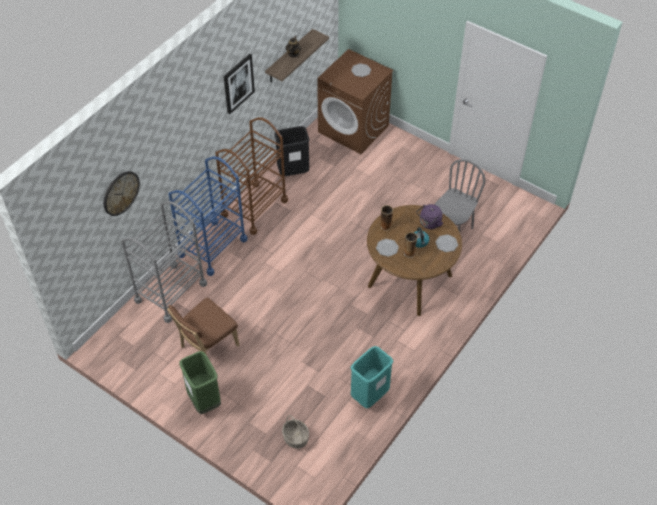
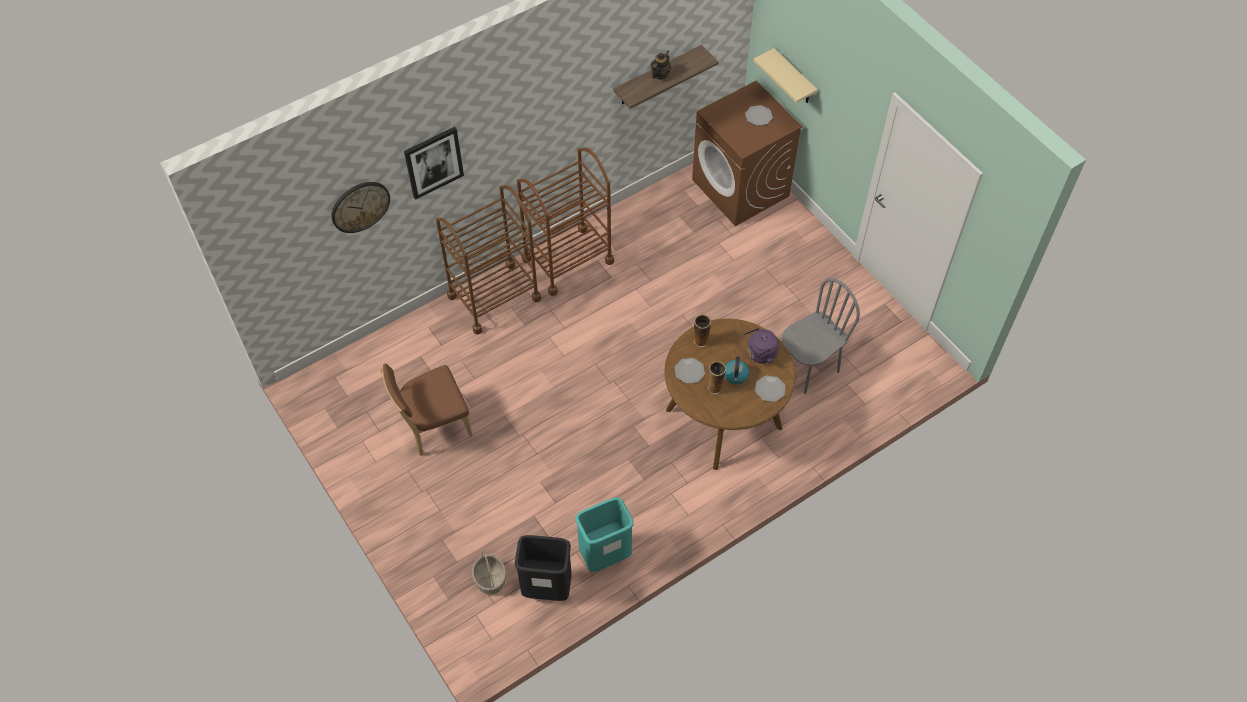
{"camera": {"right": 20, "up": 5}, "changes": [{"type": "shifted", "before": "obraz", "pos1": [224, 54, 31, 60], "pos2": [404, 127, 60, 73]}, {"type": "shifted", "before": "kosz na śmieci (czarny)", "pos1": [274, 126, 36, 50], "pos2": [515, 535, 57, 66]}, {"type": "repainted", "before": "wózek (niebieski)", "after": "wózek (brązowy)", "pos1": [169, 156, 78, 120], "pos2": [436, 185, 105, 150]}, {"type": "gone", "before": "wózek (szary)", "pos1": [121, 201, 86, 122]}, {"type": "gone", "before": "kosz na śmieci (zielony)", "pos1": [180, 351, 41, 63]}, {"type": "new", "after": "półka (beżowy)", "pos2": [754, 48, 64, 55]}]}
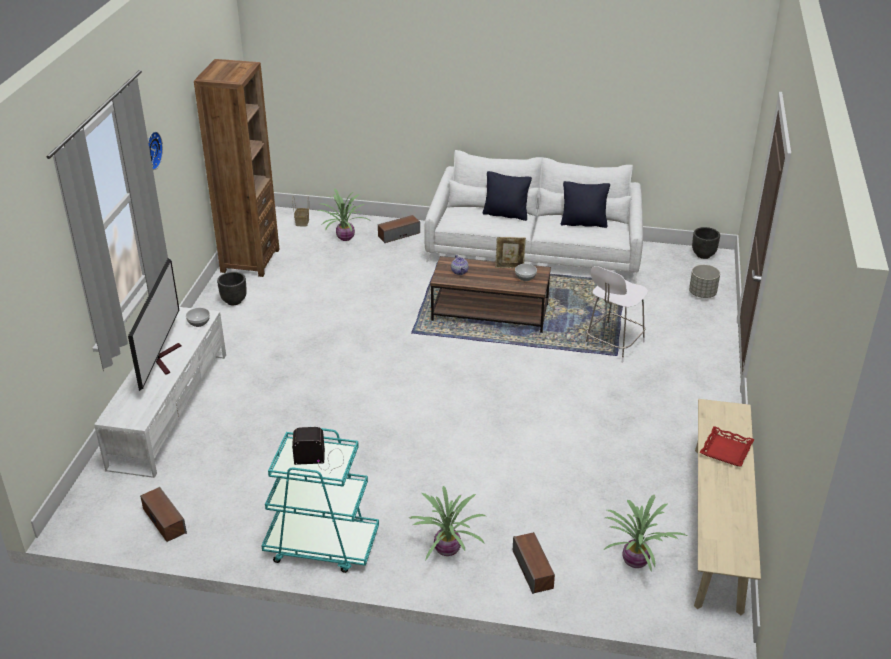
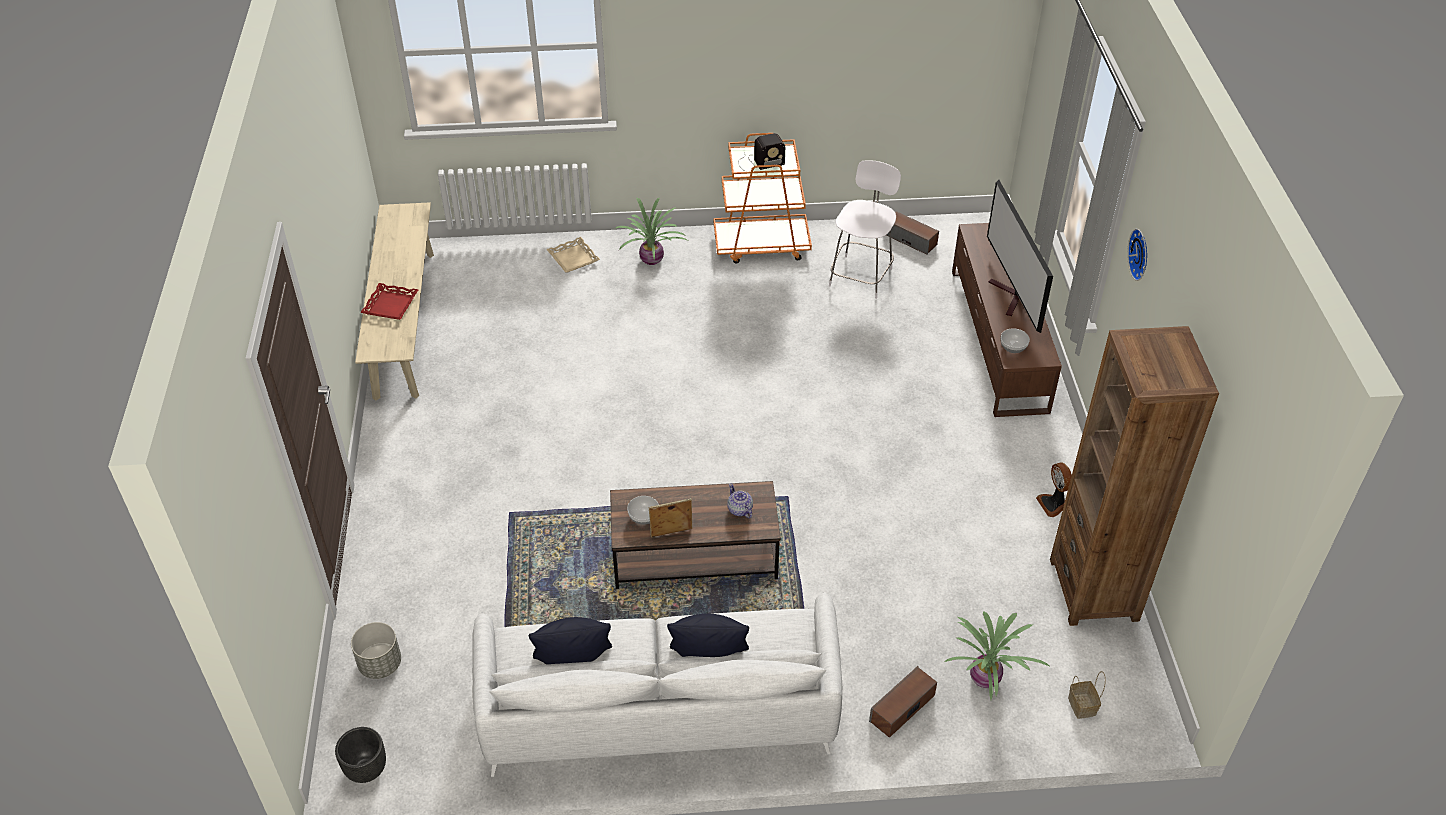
{"camera": {"right": 165, "up": 10}, "changes": [{"type": "shifted", "before": "stołek (biały)", "pos1": [585, 266, 63, 97], "pos2": [829, 160, 72, 139]}, {"type": "swapped", "before": "donica (czarny)", "after": "wentylator", "pos1": [217, 272, 30, 33], "pos2": [1036, 463, 36, 54]}, {"type": "repainted", "before": "szafka pod telewizor (biały)", "after": "szafka pod telewizor (brązowy)", "pos1": [94, 307, 132, 171], "pos2": [952, 223, 110, 194]}, {"type": "repainted", "before": "wózek (turkusowy)", "after": "wózek (pomarańczowy)", "pos1": [261, 428, 118, 145], "pos2": [714, 133, 98, 130]}, {"type": "gone", "before": "roślina doniczkowa", "pos1": [604, 494, 83, 78]}, {"type": "swapped", "before": "głośnik", "after": "taca (beżowy)", "pos1": [513, 532, 42, 62], "pos2": [546, 237, 54, 35]}]}
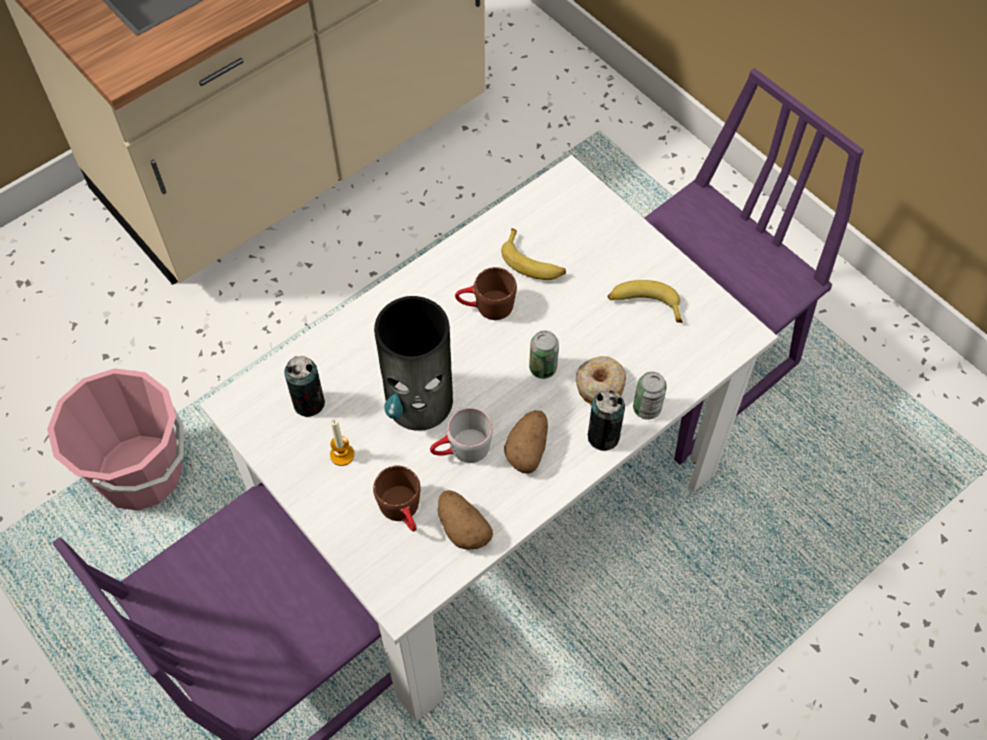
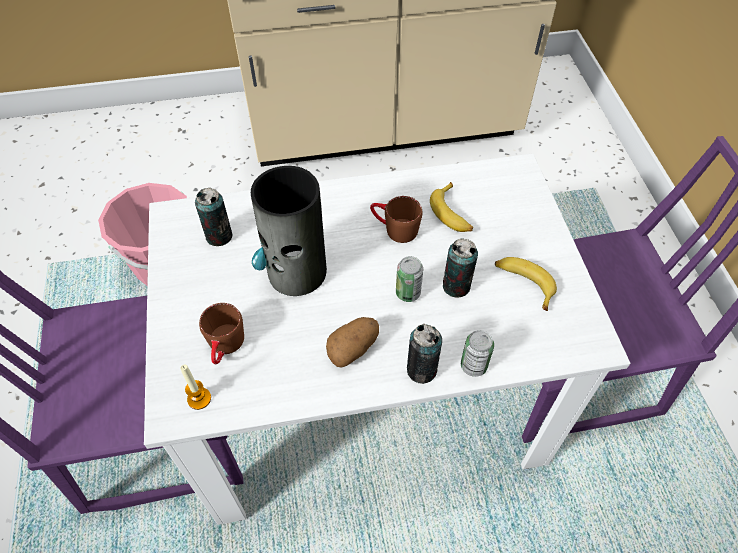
{"camera": {"right": 30, "up": -5}, "changes": [{"type": "gone", "before": "donut", "pos1": [576, 356, 50, 49]}, {"type": "gone", "before": "kubek (szary)", "pos1": [430, 408, 63, 55]}, {"type": "shifted", "before": "świeca", "pos1": [330, 419, 24, 47], "pos2": [180, 365, 31, 45]}, {"type": "gone", "before": "ziemniak", "pos1": [438, 490, 55, 60]}, {"type": "new", "after": "puszka", "pos2": [443, 238, 35, 60]}]}
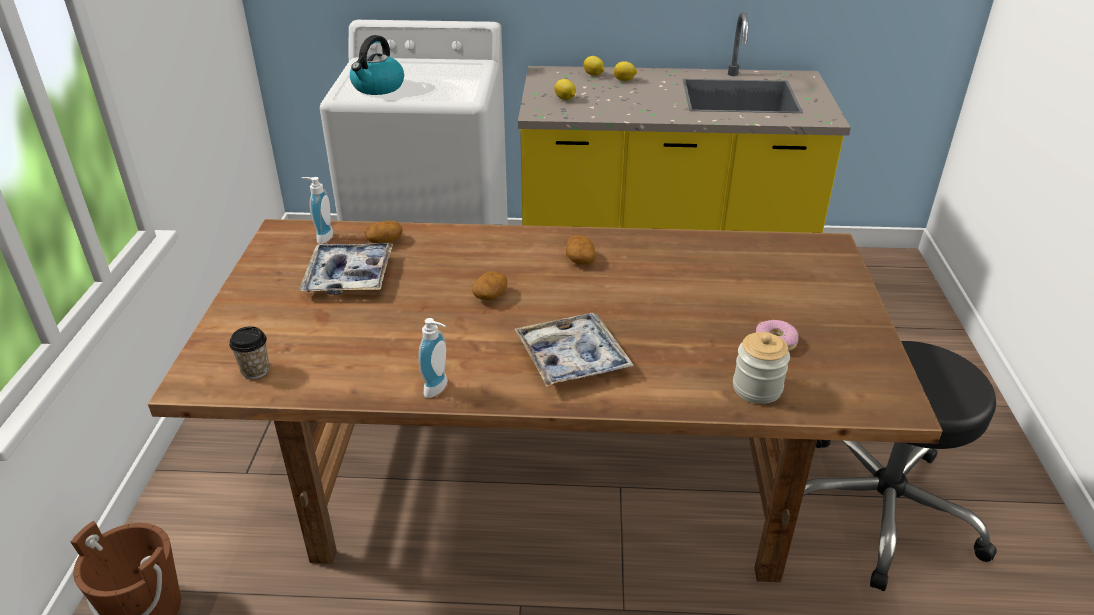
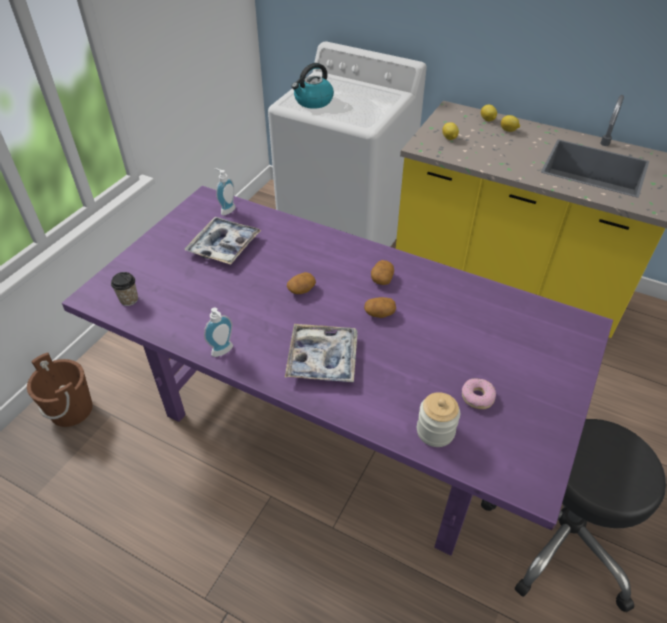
{"camera": {"right": 25, "up": 10}, "changes": [{"type": "repainted", "before": "stół jadalny (brązowy)", "after": "stół jadalny (fioletowy)", "pos1": [148, 219, 795, 363], "pos2": [62, 186, 551, 370]}, {"type": "shifted", "before": "ziemniak", "pos1": [364, 221, 39, 22], "pos2": [364, 297, 32, 21]}]}
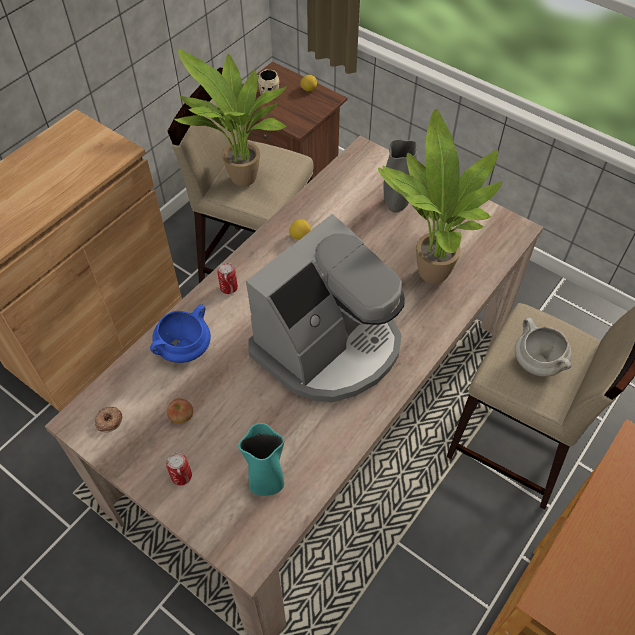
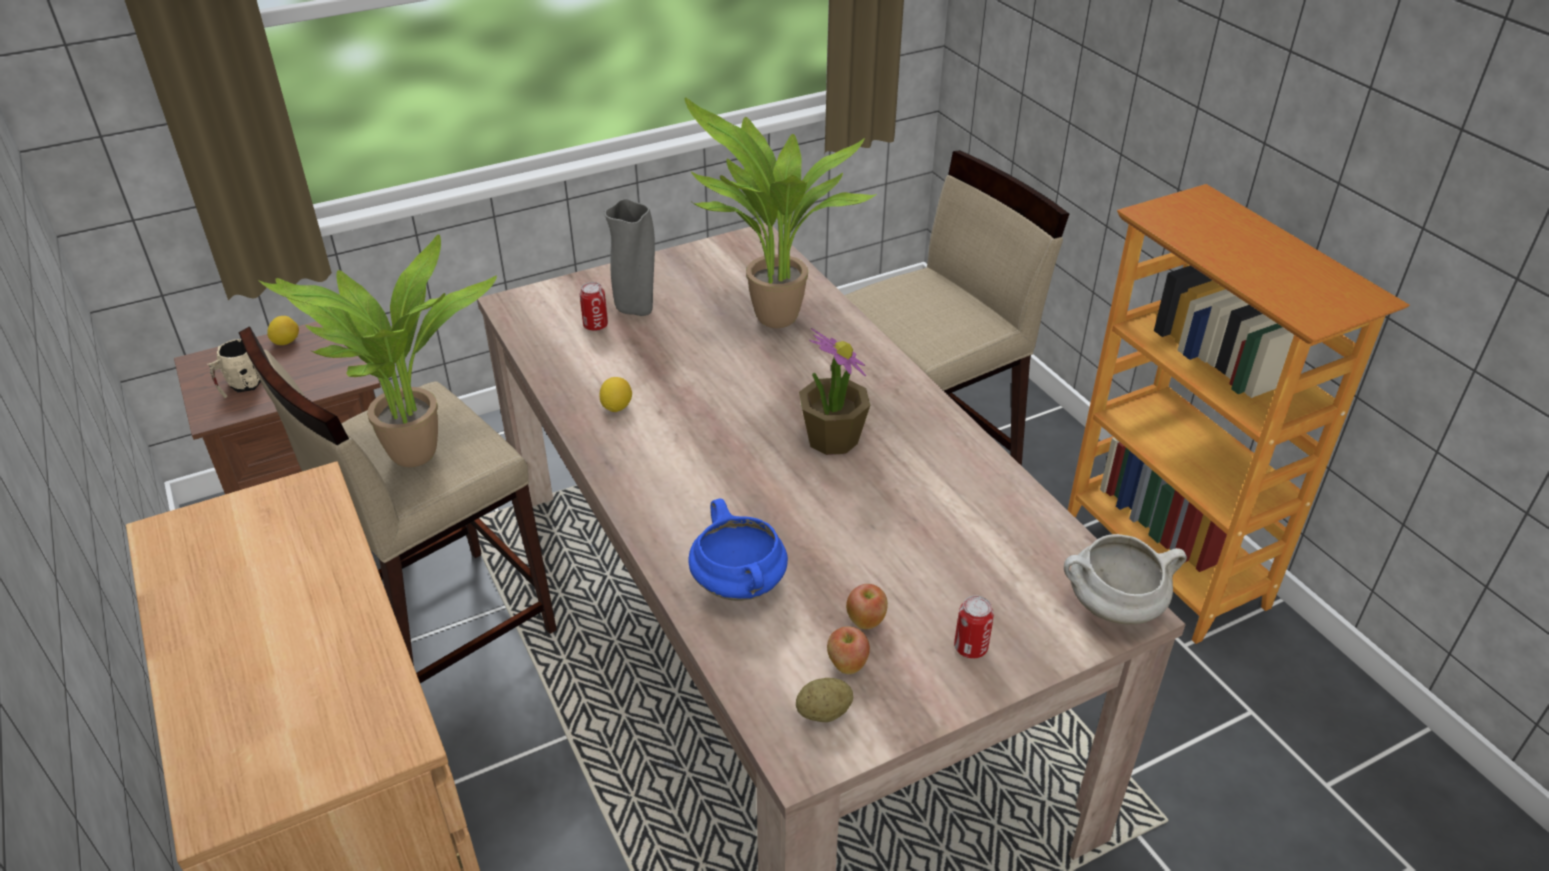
{"camera": {"right": -65, "up": -15}, "changes": [{"type": "swapped", "before": "ekspres do kawy", "after": "roślina doniczkowa", "pos1": [246, 214, 159, 188], "pos2": [799, 328, 71, 127]}, {"type": "shifted", "before": "puszka", "pos1": [217, 263, 21, 31], "pos2": [580, 282, 28, 49]}, {"type": "shifted", "before": "garnek (biały)", "pos1": [515, 318, 57, 59], "pos2": [1064, 534, 123, 91]}, {"type": "swapped", "before": "donut", "after": "ziemniak", "pos1": [95, 407, 27, 25], "pos2": [796, 678, 57, 44]}, {"type": "gone", "before": "wazon (turkusowy)", "pos1": [238, 423, 46, 73]}, {"type": "new", "after": "jabłko", "pos2": [827, 626, 43, 48]}]}
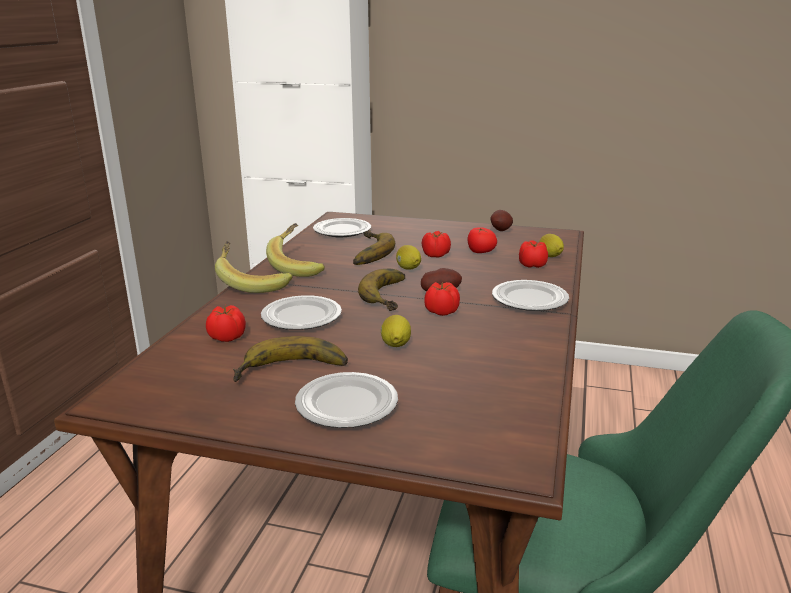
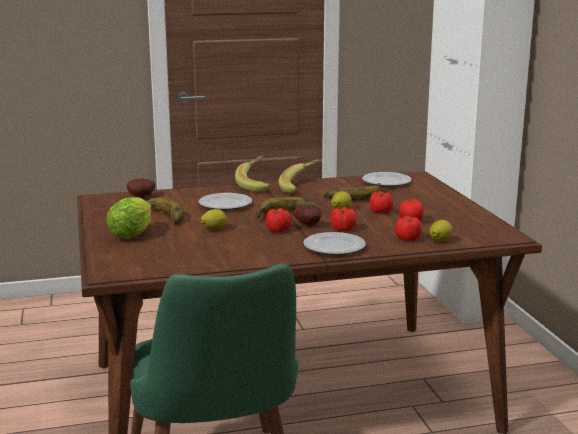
{"camera": {"right": 60, "up": -5}, "changes": [{"type": "shifted", "before": "ziemniak", "pos1": [490, 210, 23, 21], "pos2": [127, 178, 28, 19]}, {"type": "shifted", "before": "pomidor", "pos1": [206, 305, 40, 37], "pos2": [330, 207, 27, 24]}, {"type": "swapped", "before": "talerz", "after": "sałata", "pos1": [295, 372, 103, 56], "pos2": [107, 197, 44, 42]}]}
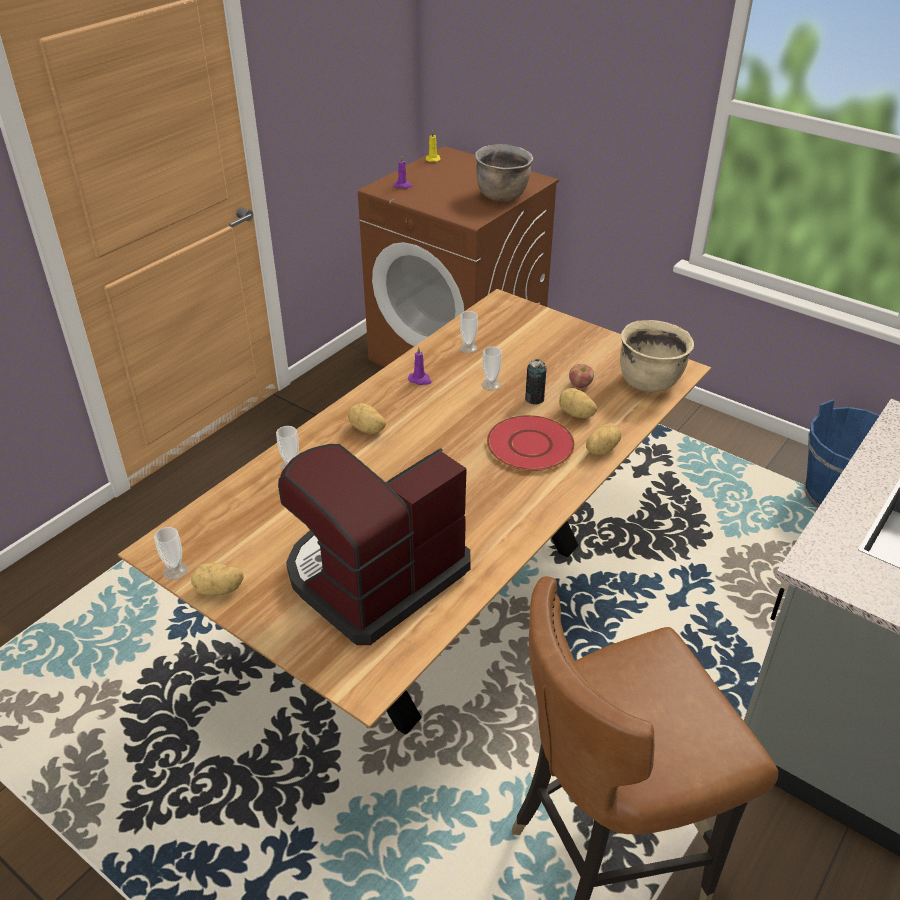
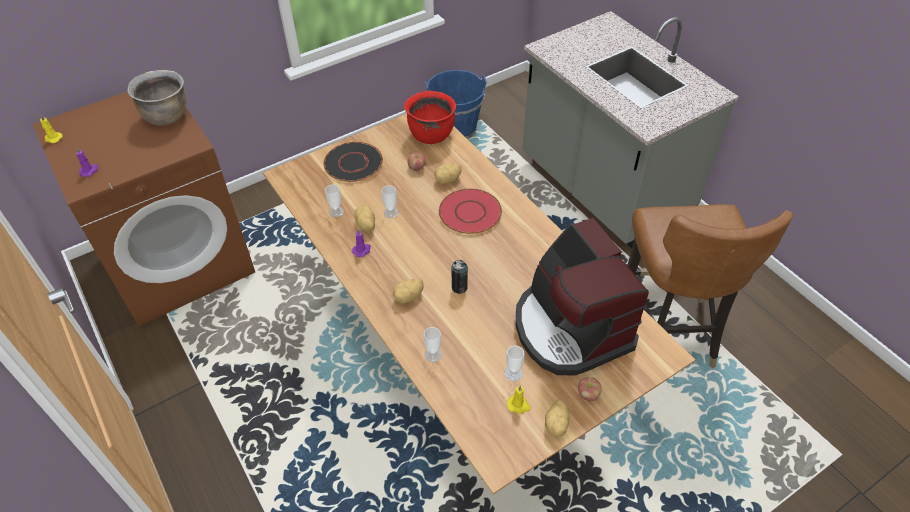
{"camera": {"right": -70, "up": 10}, "changes": [{"type": "repainted", "before": "garnek (beżowy)", "after": "garnek (czerwony)", "pos1": [620, 320, 74, 72], "pos2": [404, 91, 52, 53]}, {"type": "shifted", "before": "puszka", "pos1": [525, 359, 22, 46], "pos2": [451, 260, 17, 34]}, {"type": "shifted", "before": "ziemniak", "pos1": [586, 423, 35, 32], "pos2": [355, 205, 20, 27]}, {"type": "shifted", "before": "filiżanka", "pos1": [154, 527, 34, 53], "pos2": [505, 346, 19, 35]}, {"type": "new", "after": "talerz (czarny)", "pos2": [323, 142, 60, 40]}, {"type": "new", "after": "jabłko", "pos2": [578, 377, 24, 24]}, {"type": "new", "after": "świeca (żółty)", "pos2": [507, 385, 24, 29]}]}
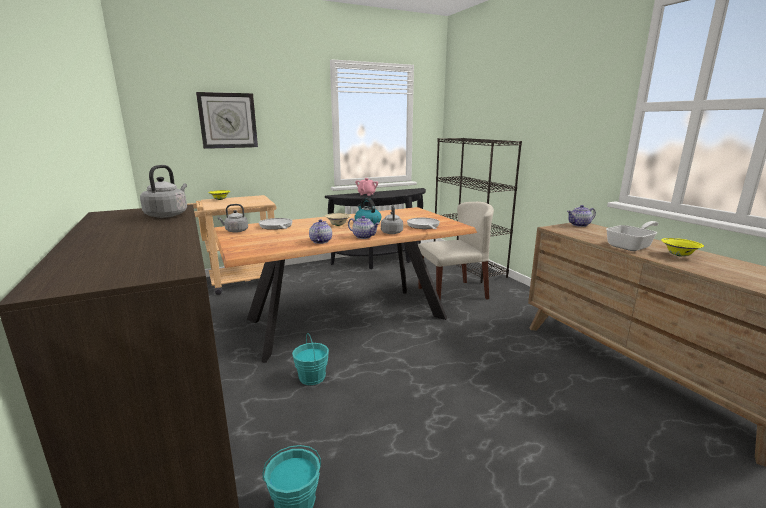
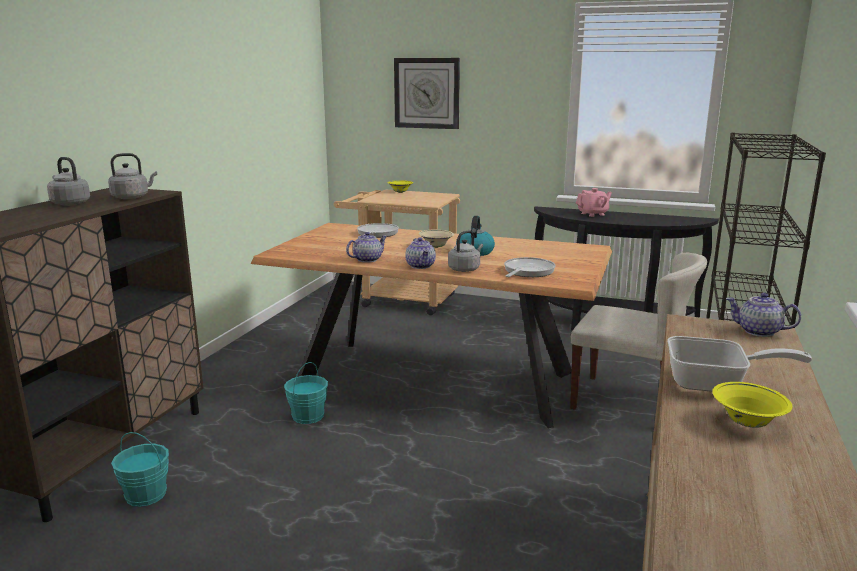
{"camera": {"right": 45, "up": 0}, "changes": [{"type": "shifted", "before": "czajnik (szary)", "pos1": [218, 204, 30, 29], "pos2": [47, 157, 43, 49]}]}
